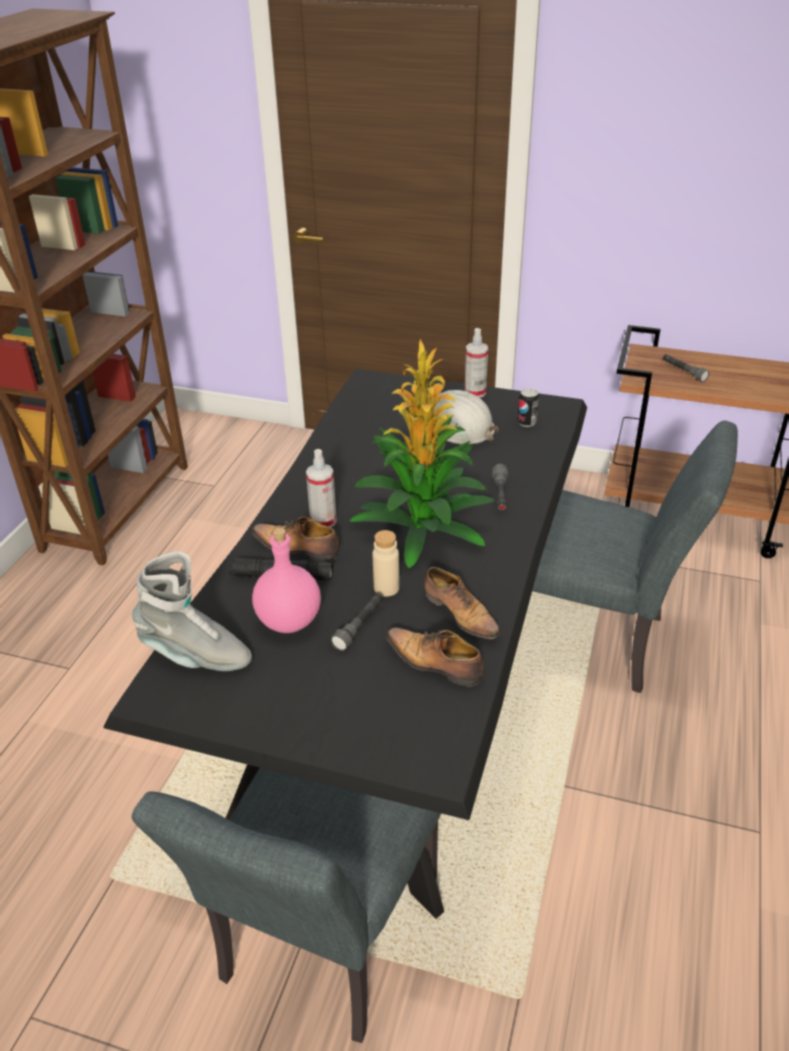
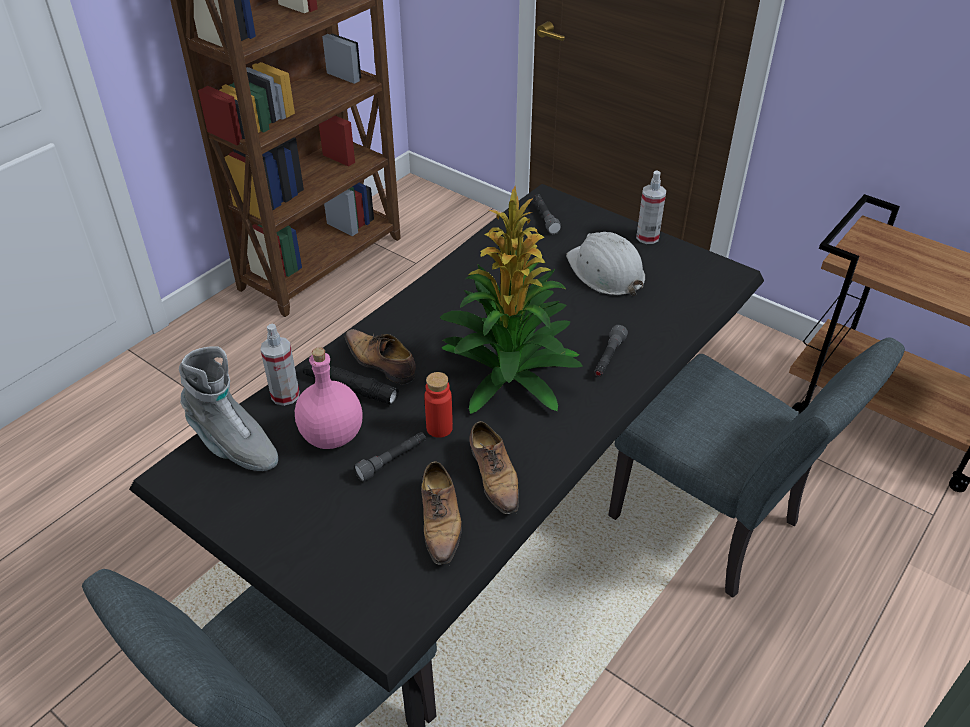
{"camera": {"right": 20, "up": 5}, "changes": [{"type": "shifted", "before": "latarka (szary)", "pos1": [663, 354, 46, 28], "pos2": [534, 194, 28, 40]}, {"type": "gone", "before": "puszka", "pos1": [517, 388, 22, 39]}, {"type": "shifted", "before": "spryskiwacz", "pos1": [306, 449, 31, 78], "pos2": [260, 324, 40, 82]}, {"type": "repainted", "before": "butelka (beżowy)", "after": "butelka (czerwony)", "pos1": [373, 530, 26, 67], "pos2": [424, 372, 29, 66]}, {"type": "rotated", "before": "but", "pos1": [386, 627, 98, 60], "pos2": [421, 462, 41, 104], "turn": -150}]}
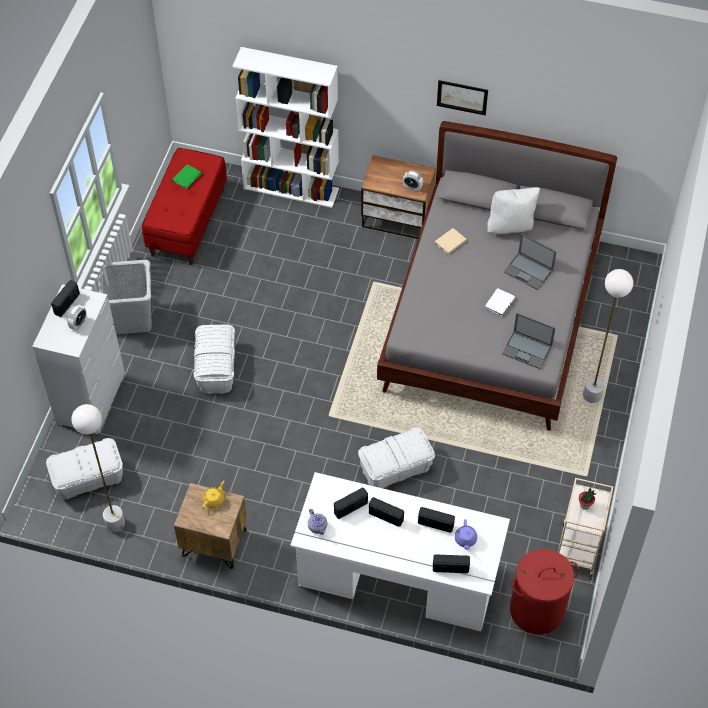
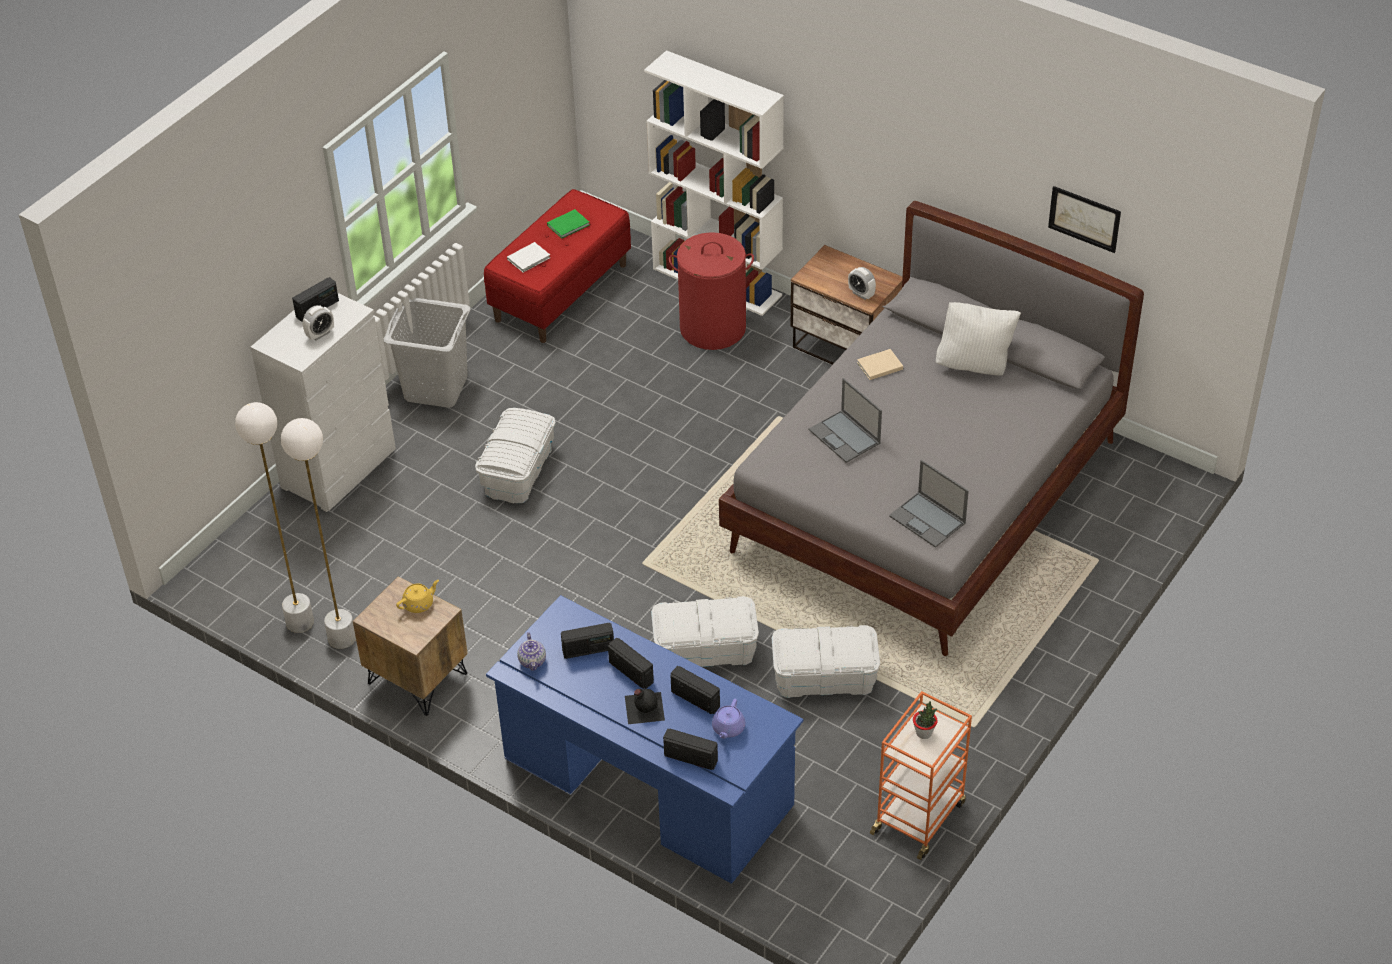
{"camera": {"right": 20, "up": -10}, "changes": [{"type": "shifted", "before": "obraz", "pos1": [437, 80, 51, 35], "pos2": [1048, 186, 73, 67]}, {"type": "shifted", "before": "laptop", "pos1": [504, 234, 53, 56], "pos2": [809, 378, 73, 85]}, {"type": "shifted", "before": "lampa stojąca (biały)", "pos1": [583, 269, 50, 134], "pos2": [281, 418, 75, 231]}, {"type": "shifted", "before": "książka (biały)", "pos1": [485, 288, 30, 28], "pos2": [507, 242, 43, 30]}, {"type": "shifted", "before": "pojemnik do przechowywania (biały)", "pos1": [46, 438, 77, 62], "pos2": [771, 625, 109, 73]}, {"type": "repainted", "before": "biurko (biały)", "after": "biurko (niebieski)", "pos1": [291, 472, 219, 159], "pos2": [486, 595, 317, 289]}, {"type": "repainted", "before": "wózek (beżowy)", "after": "wózek (pomarańczowy)", "pos1": [558, 478, 55, 102], "pos2": [870, 691, 102, 169]}, {"type": "shifted", "before": "kosz na pranie (czerwony)", "pos1": [510, 549, 69, 86], "pos2": [669, 232, 85, 118]}, {"type": "new", "after": "butelka (czarny)", "pos2": [625, 689, 40, 35]}]}
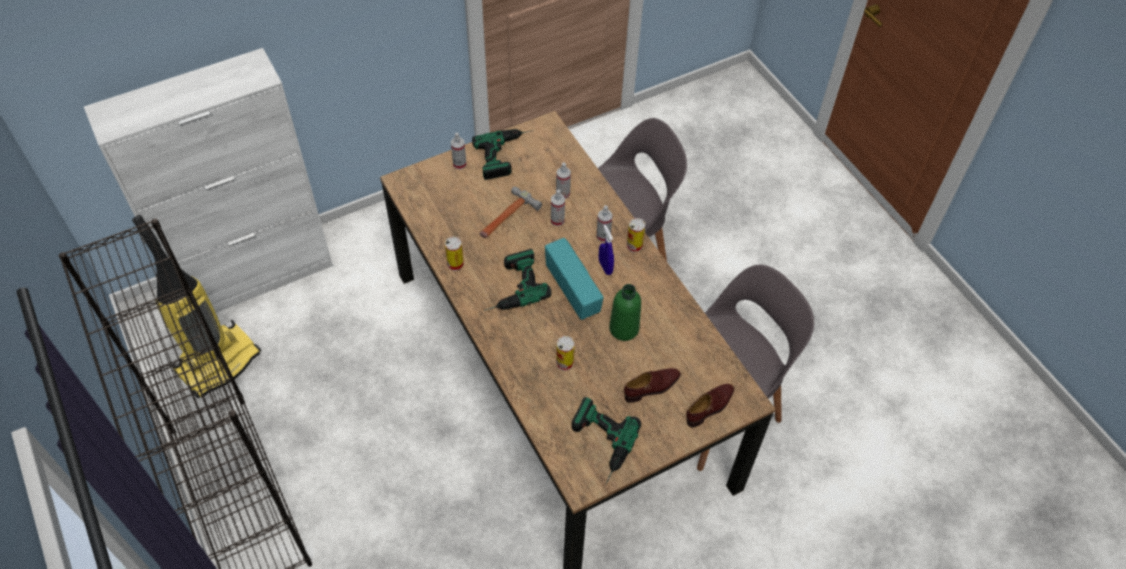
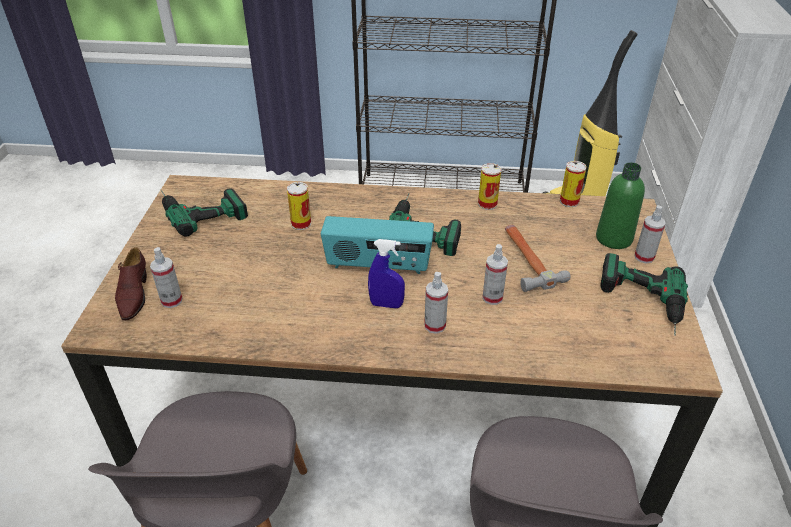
{"camera": {"right": 125, "up": -15}, "changes": [{"type": "shifted", "before": "spryskiwacz", "pos1": [556, 162, 15, 37], "pos2": [150, 247, 32, 61]}, {"type": "shifted", "before": "puszka", "pos1": [627, 218, 18, 35], "pos2": [560, 161, 27, 46]}, {"type": "shifted", "before": "butelka (zielony)", "pos1": [609, 284, 32, 57], "pos2": [596, 162, 49, 87]}, {"type": "gone", "before": "but (brązowy)", "pos1": [624, 368, 57, 34]}]}
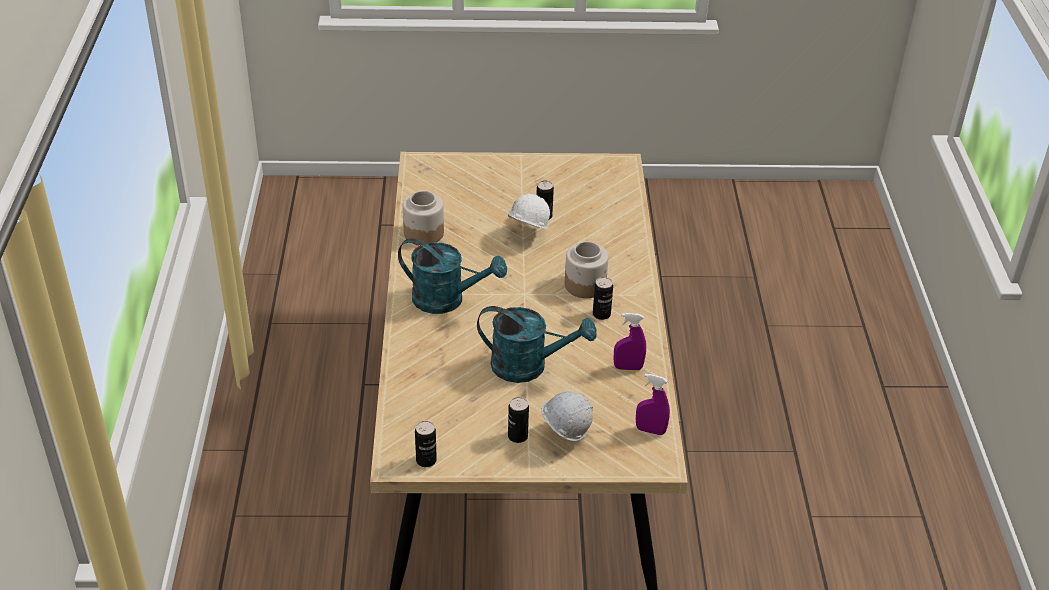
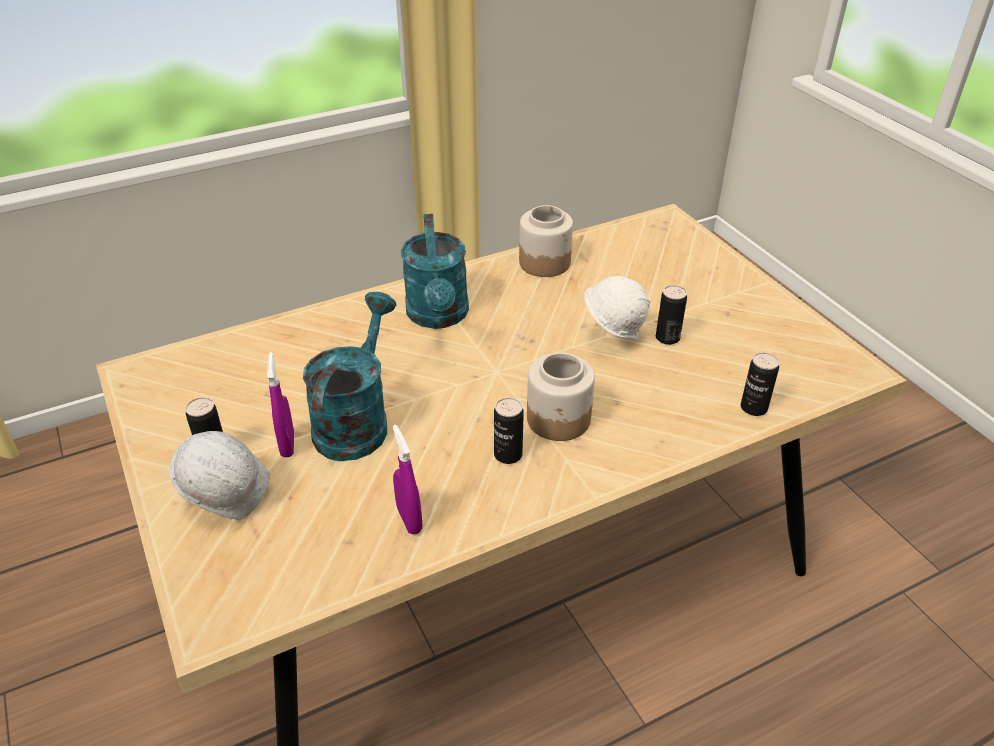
{"camera": {"right": 65, "up": 0}, "changes": [{"type": "rotated", "before": "konewka (turkusowy)", "pos1": [477, 306, 120, 77], "pos2": [303, 292, 93, 169], "turn": -150}, {"type": "shifted", "before": "spryskiwacz (fioletowy)", "pos1": [636, 374, 34, 61], "pos2": [267, 352, 27, 105]}, {"type": "shifted", "before": "puszka", "pos1": [415, 421, 22, 46], "pos2": [741, 352, 38, 64]}]}
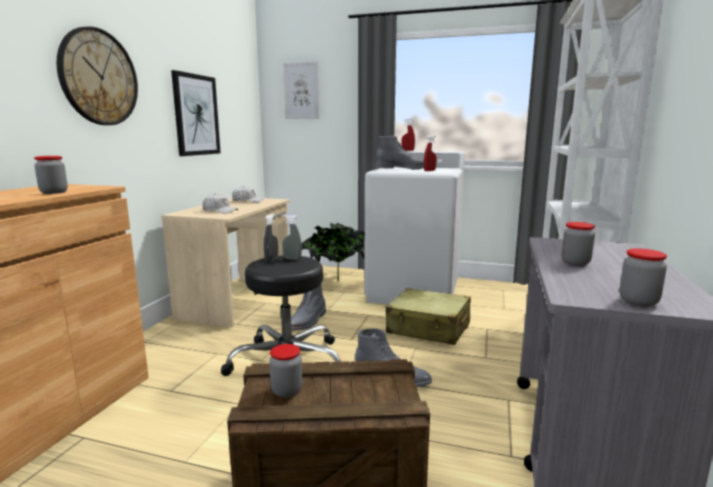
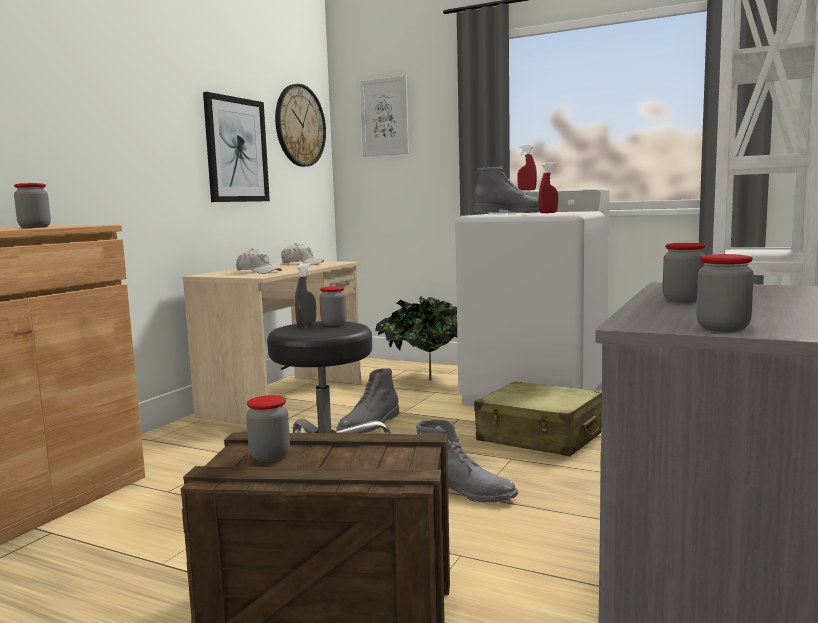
{"camera": {"right": 10, "up": -5}, "changes": [{"type": "shifted", "before": "zegar ścienny", "pos1": [57, 26, 81, 99], "pos2": [275, 84, 51, 83]}, {"type": "swapped", "before": "spryskiwacz (szary)", "after": "słoik", "pos1": [282, 214, 20, 46], "pos2": [320, 286, 26, 40]}]}
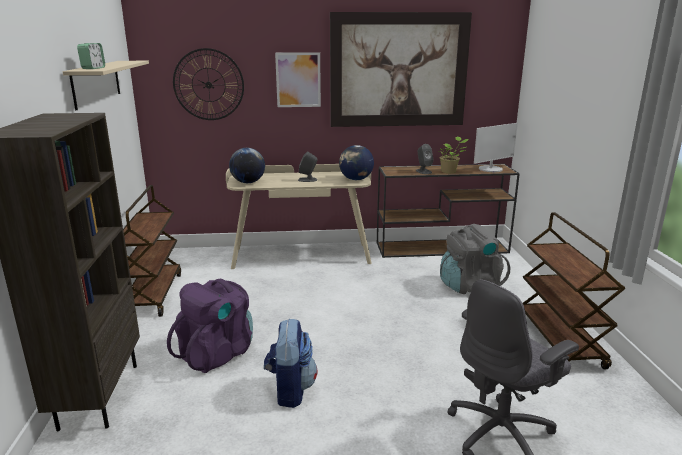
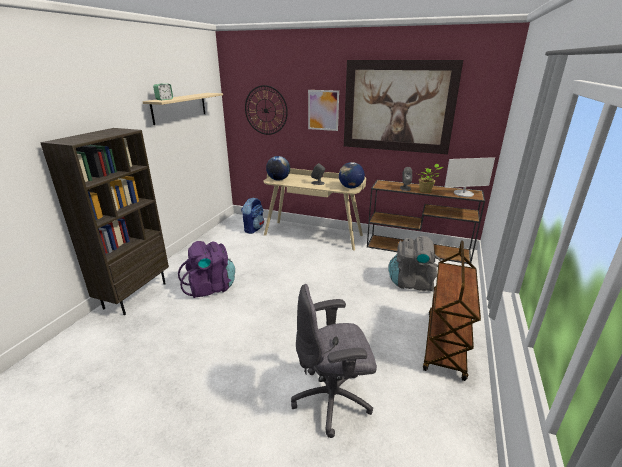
{"camera": {"right": 25, "up": 5}, "changes": [{"type": "gone", "before": "wózek (brązowy)", "pos1": [123, 185, 58, 132]}, {"type": "shifted", "before": "plecak", "pos1": [264, 318, 54, 90], "pos2": [241, 197, 23, 37]}]}
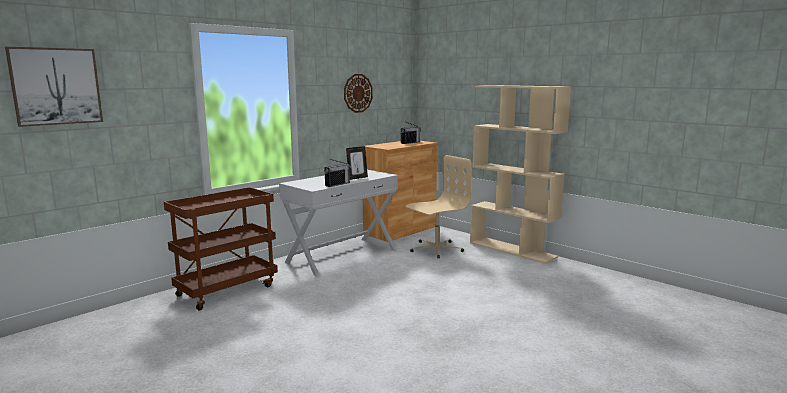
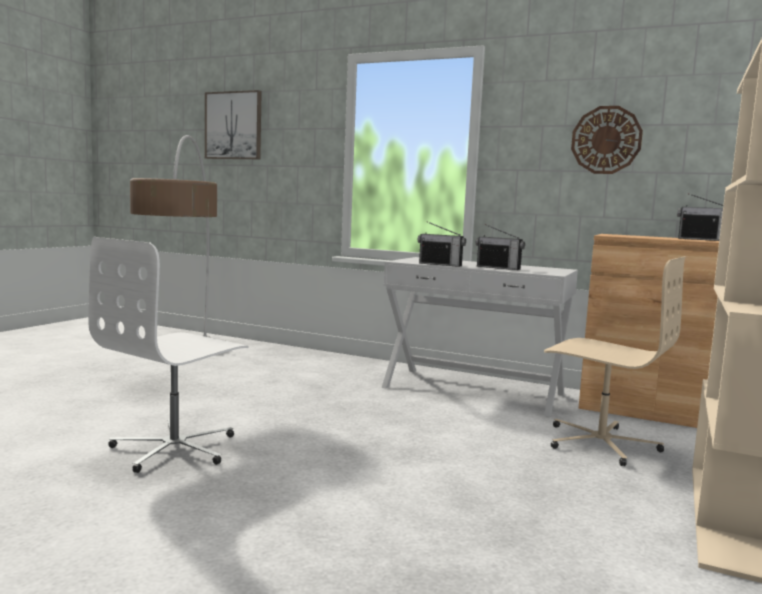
{"camera": {"right": 70, "up": -5}, "changes": [{"type": "swapped", "before": "ramka na zdjęcie", "after": "radio", "pos1": [346, 146, 22, 34], "pos2": [476, 224, 49, 46]}, {"type": "gone", "before": "wózek (brązowy)", "pos1": [164, 187, 113, 123]}, {"type": "new", "after": "lampa stojąca", "pos2": [130, 135, 95, 206]}, {"type": "new", "after": "krzesło biurowe (biały)", "pos2": [88, 237, 161, 236]}]}
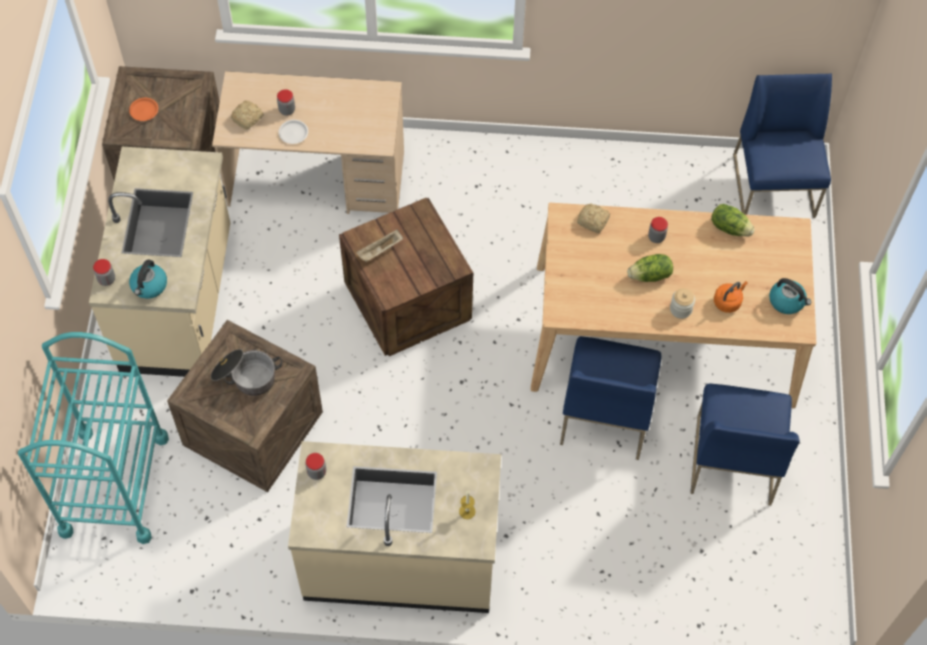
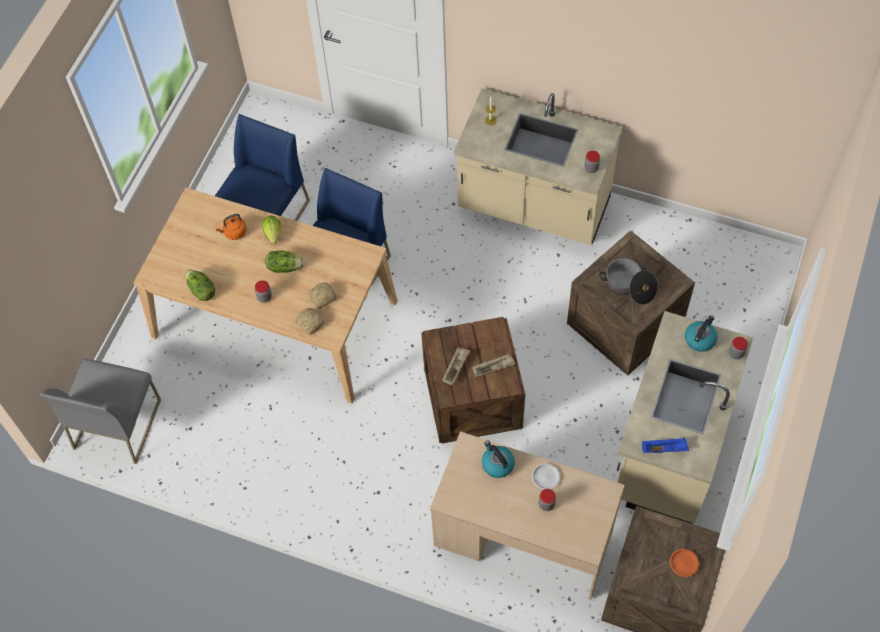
{"camera": {"right": -160, "up": 0}, "changes": [{"type": "repainted", "before": "krzesło (niebieski)", "after": "krzesło (szary)", "pos1": [733, 74, 99, 144], "pos2": [40, 359, 121, 105]}, {"type": "shifted", "before": "chleb", "pos1": [231, 101, 33, 28], "pos2": [308, 283, 29, 26]}, {"type": "shifted", "before": "czajnik", "pos1": [769, 278, 42, 36], "pos2": [482, 441, 33, 37]}, {"type": "swapped", "before": "słoik", "after": "sałata", "pos1": [670, 288, 25, 31], "pos2": [262, 215, 19, 30]}, {"type": "gone", "before": "wózek (turkusowy)", "pos1": [18, 332, 151, 212]}, {"type": "new", "after": "taca (beżowy)", "pos2": [442, 348, 28, 37]}, {"type": "new", "after": "taca (niebieski)", "pos2": [642, 438, 47, 15]}]}
